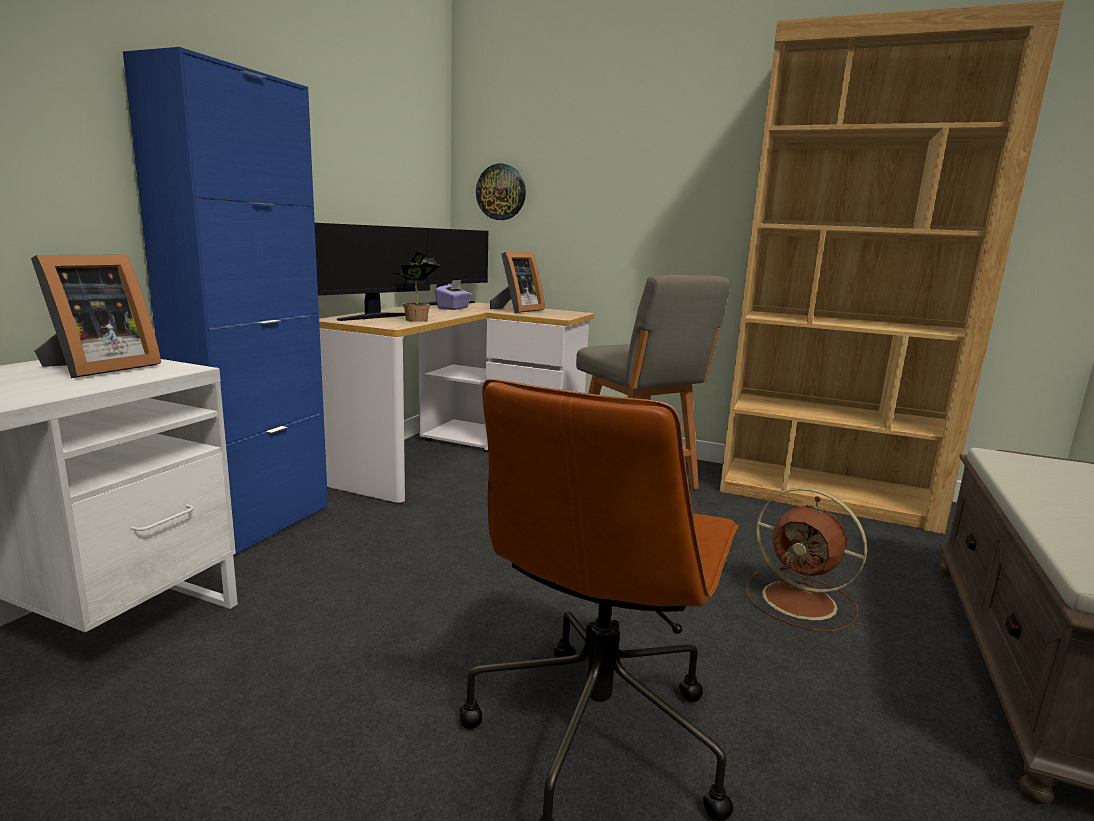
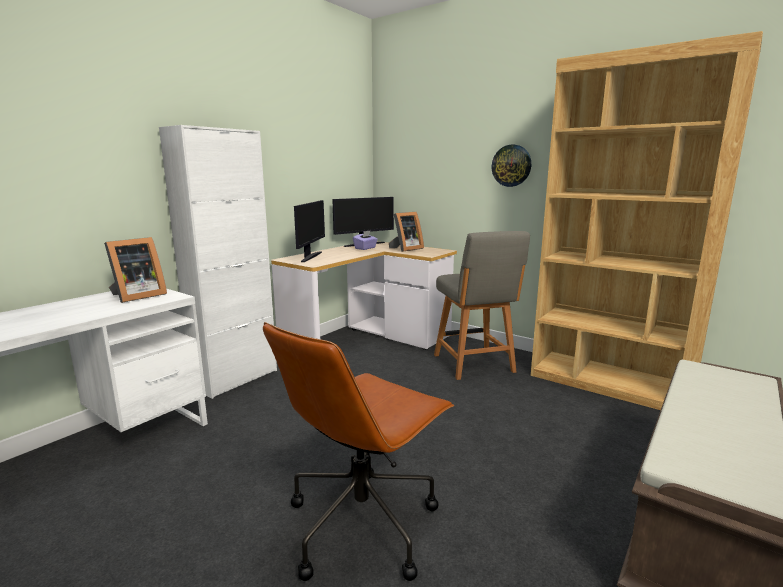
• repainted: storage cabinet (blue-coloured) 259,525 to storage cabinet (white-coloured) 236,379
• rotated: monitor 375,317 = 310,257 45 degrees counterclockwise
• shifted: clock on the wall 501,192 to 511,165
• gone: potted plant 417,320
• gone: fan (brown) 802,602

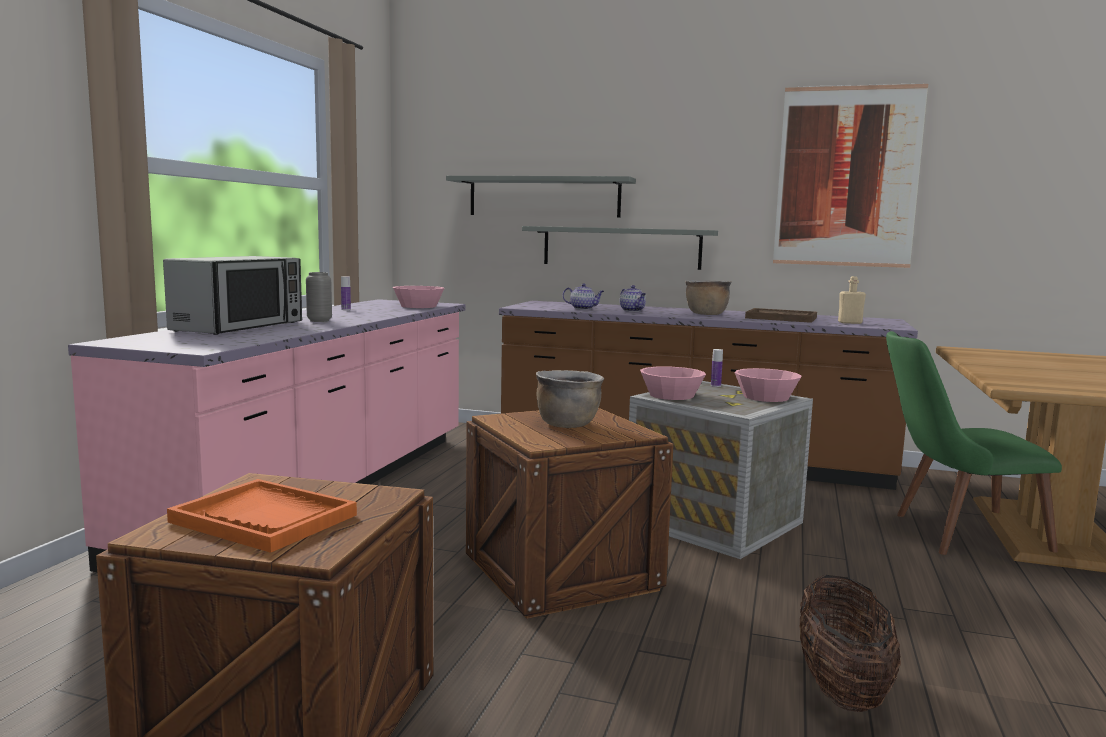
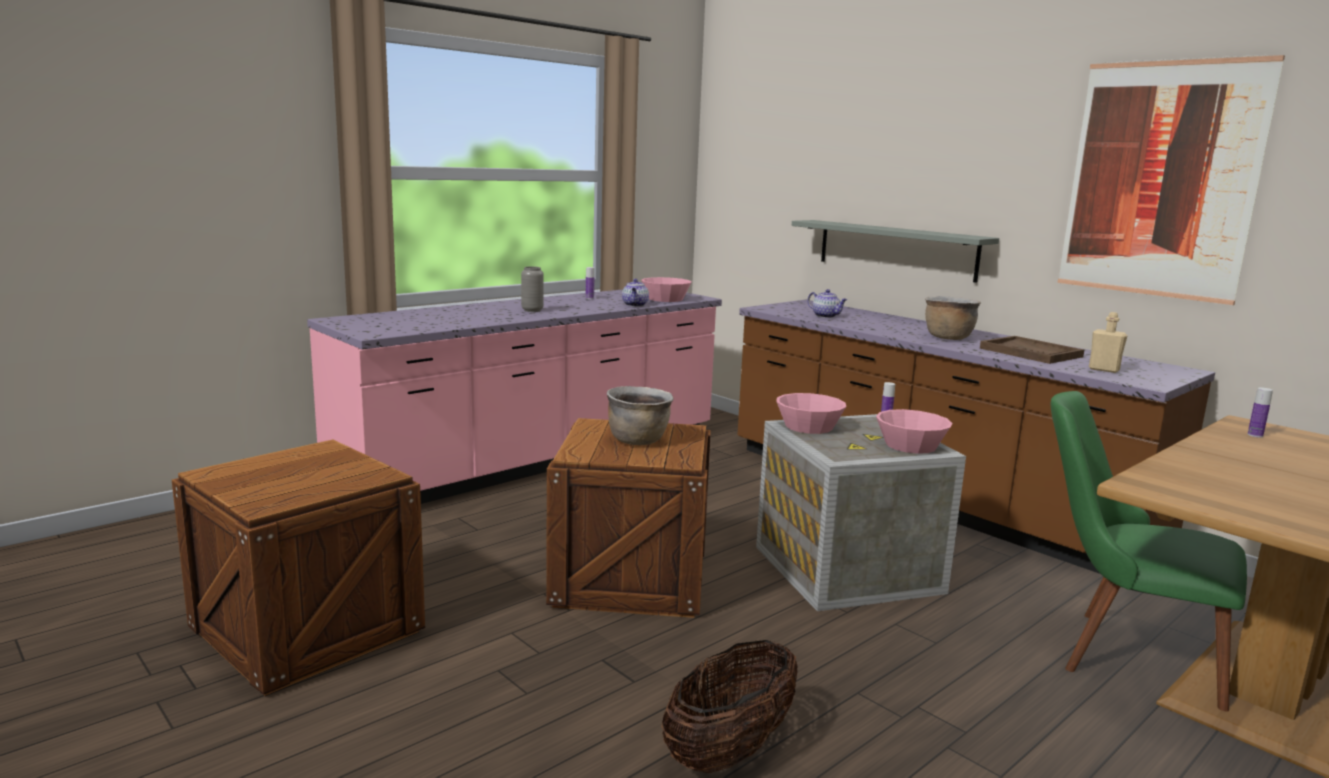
• shifted: teapot 632,310 to 635,305
• new: beverage bottle 1255,435
• gone: microwave 240,326
• gone: serving tray (orange) 264,518
• gone: wall shelf (grey) 544,197

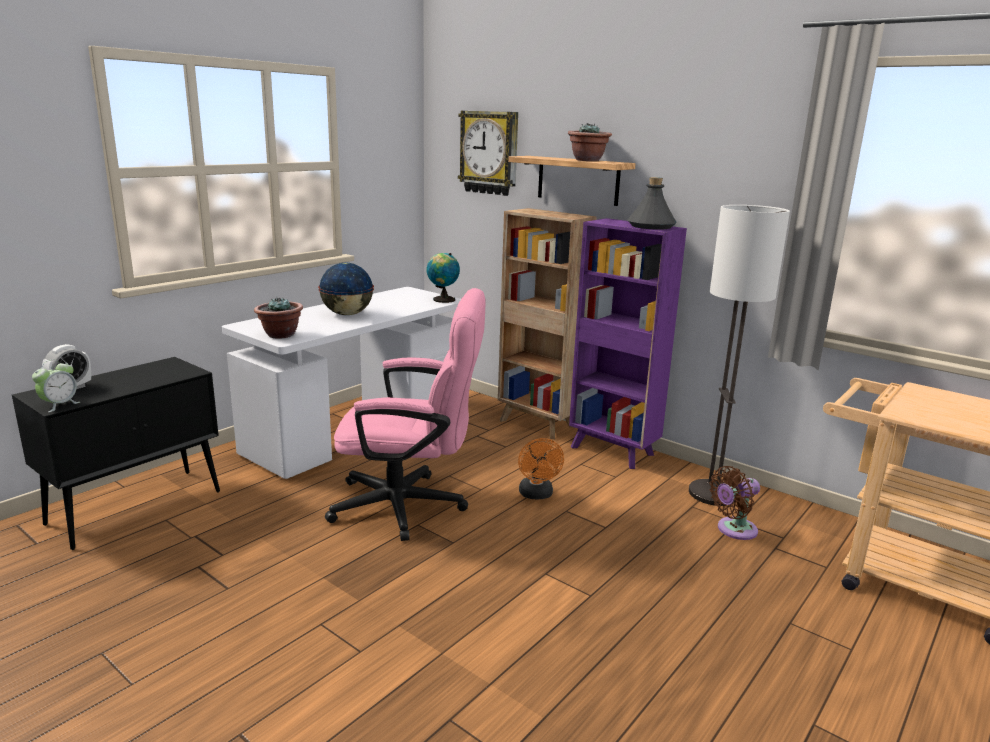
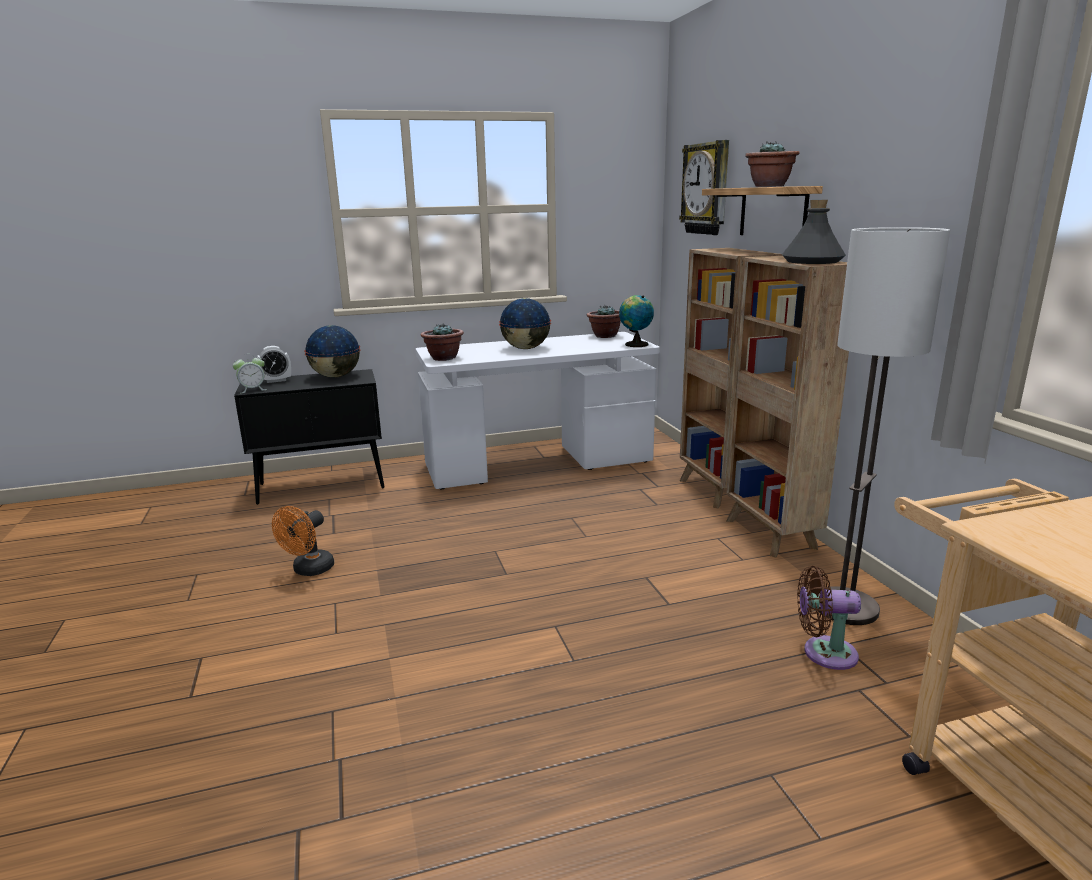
• shifted: fan (orange) 537,495 to 309,570
• new: world globe 336,376
• new: potted plant 605,336
• repainted: bookcase (purple-coloured) 613,451 to bookcase (brown) 771,535
• gone: computer chair (pinkish) 411,506

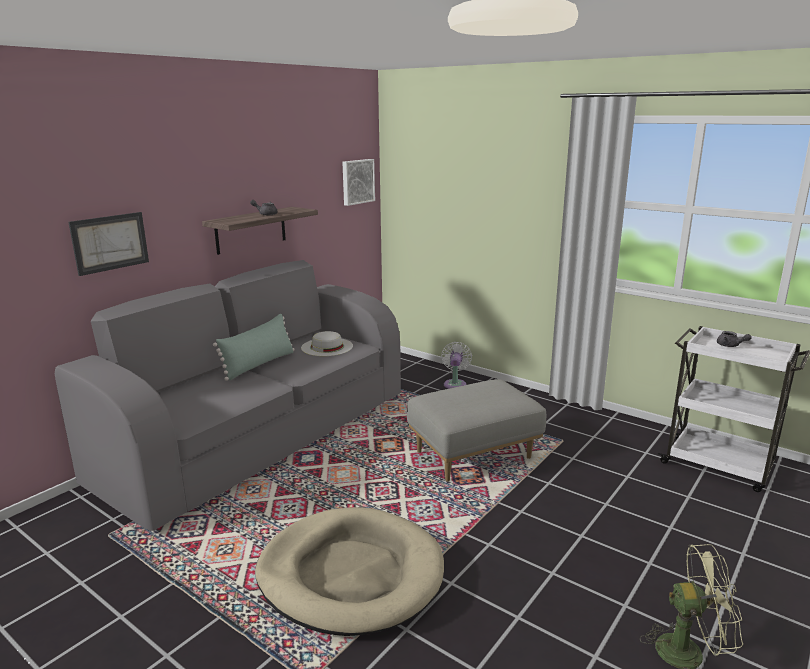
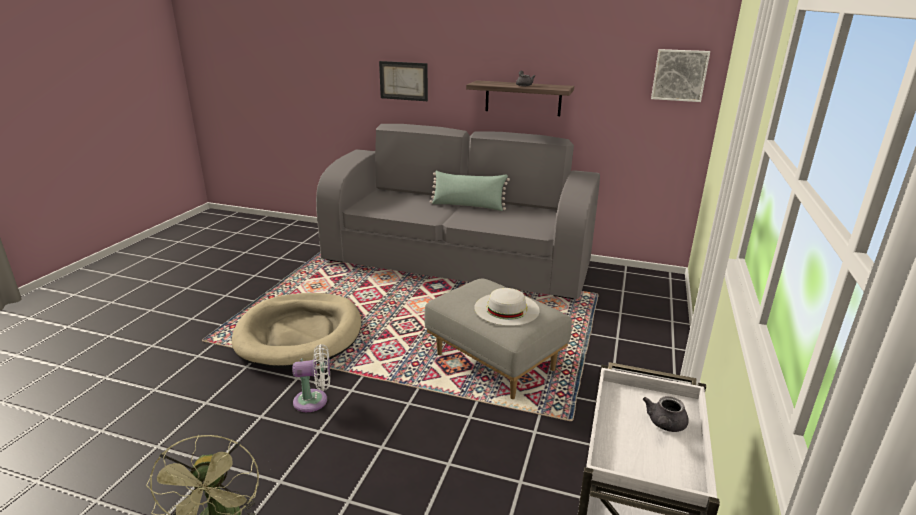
• shifted: fan (white-coloured) 455,384 to 314,400
• shifted: hat (white-coloured) 327,347 to 506,309

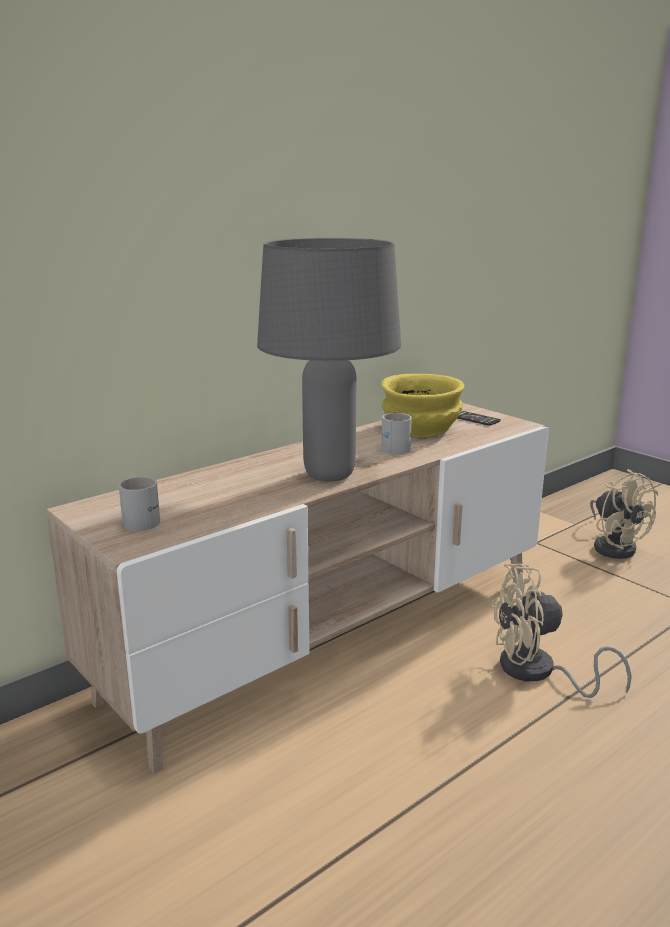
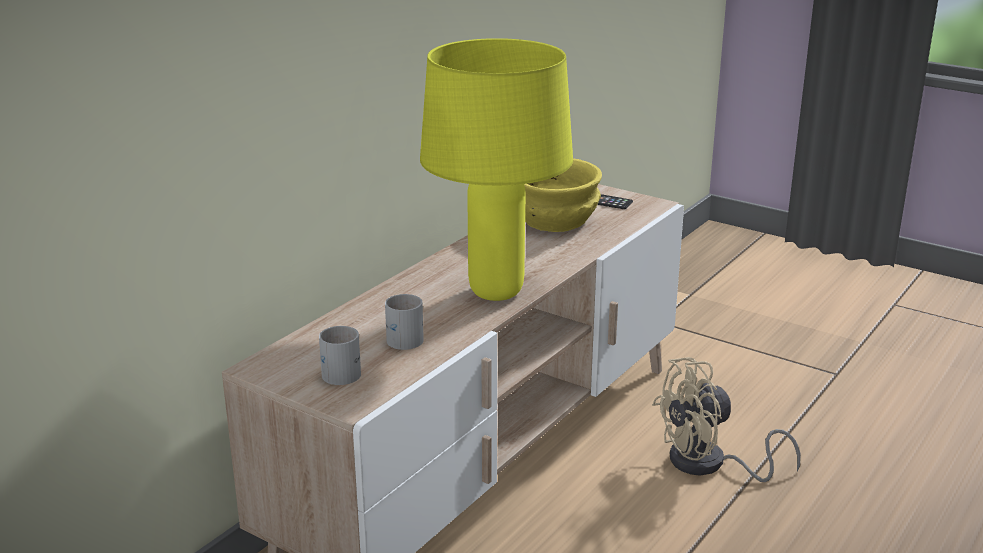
• shifted: mug (white-coloured) 395,447 to 403,337
• repainted: tabletop lamp (grey) 328,475 to tabletop lamp (yellowish) 495,292
• gone: fan (sand-coloured) 614,546

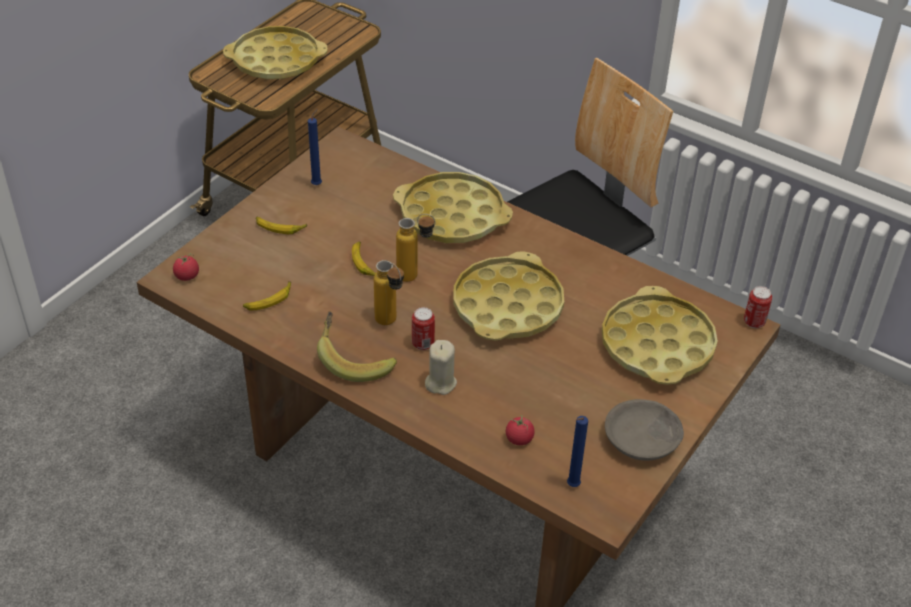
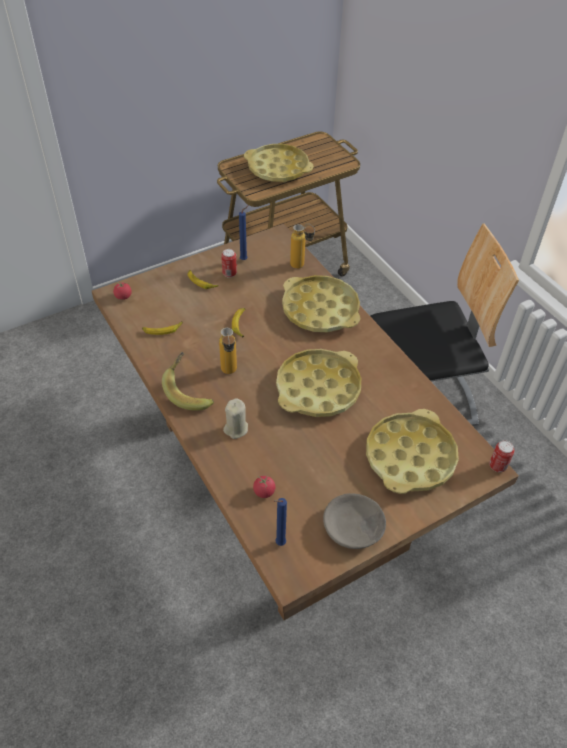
• shifted: can 423,344 to 229,274
• shifted: beverage bottle 415,277 to 301,267

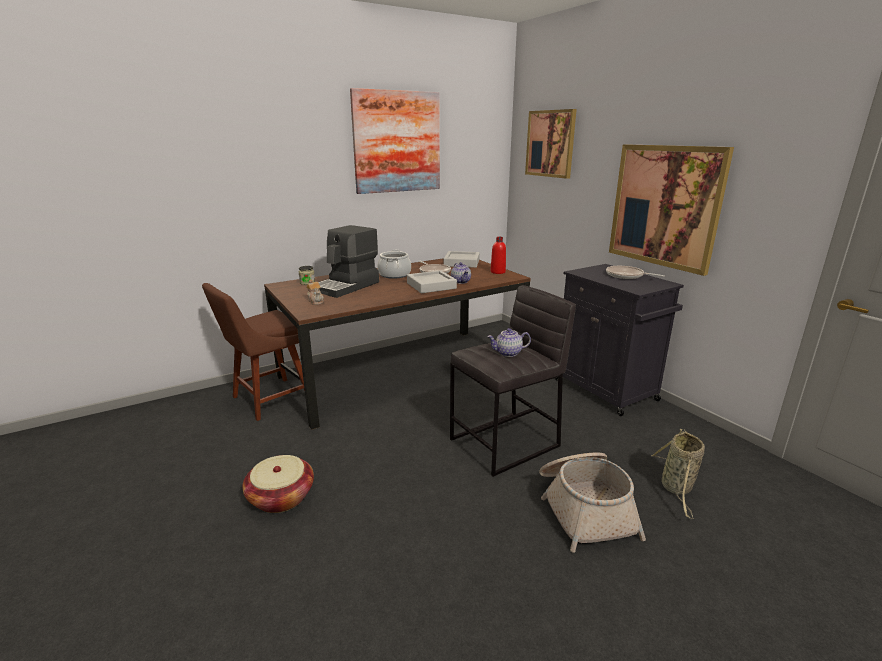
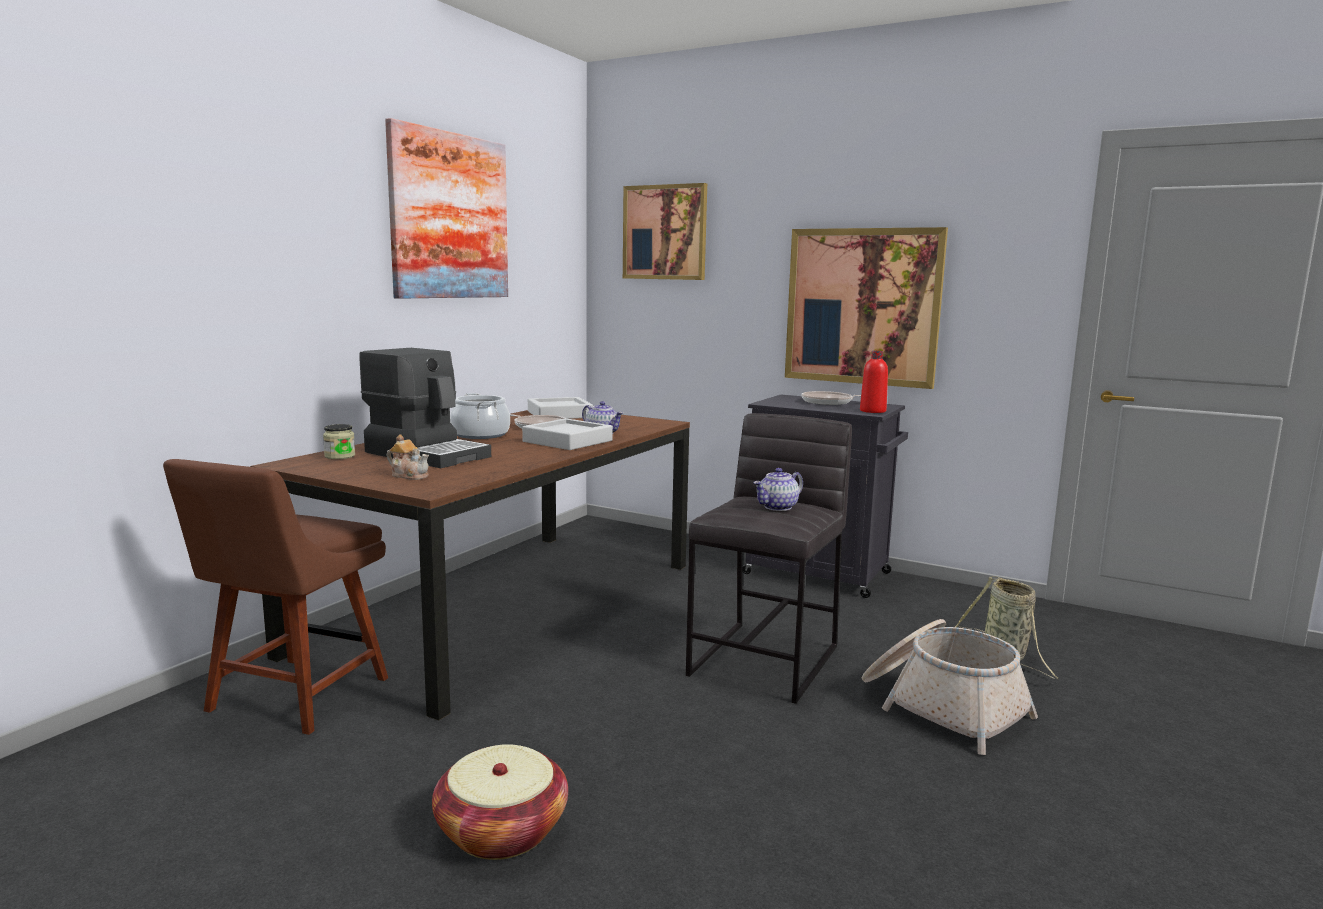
• rotated: coffee machine 347,286 = 427,454 60 degrees counterclockwise
• shifted: beverage bottle (red) 498,272 to 872,411

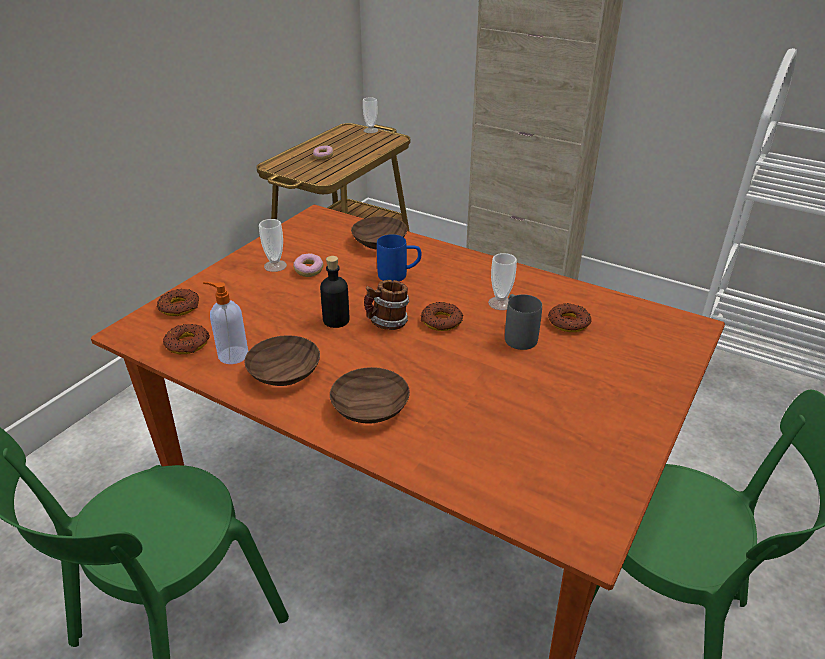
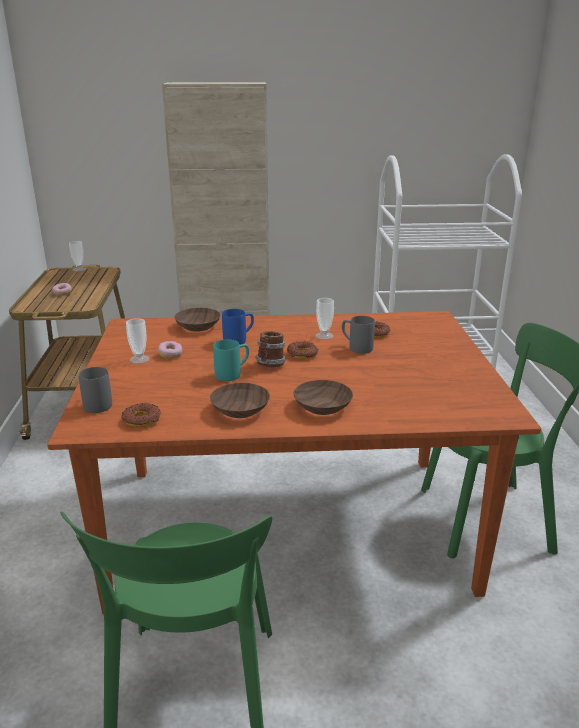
• swapped: doughnut 179,307 to mug (grey) 99,403
• swapped: beverage bottle (black) 336,320 to mug (turquoise) 233,374
• gone: soap dispenser 232,355

